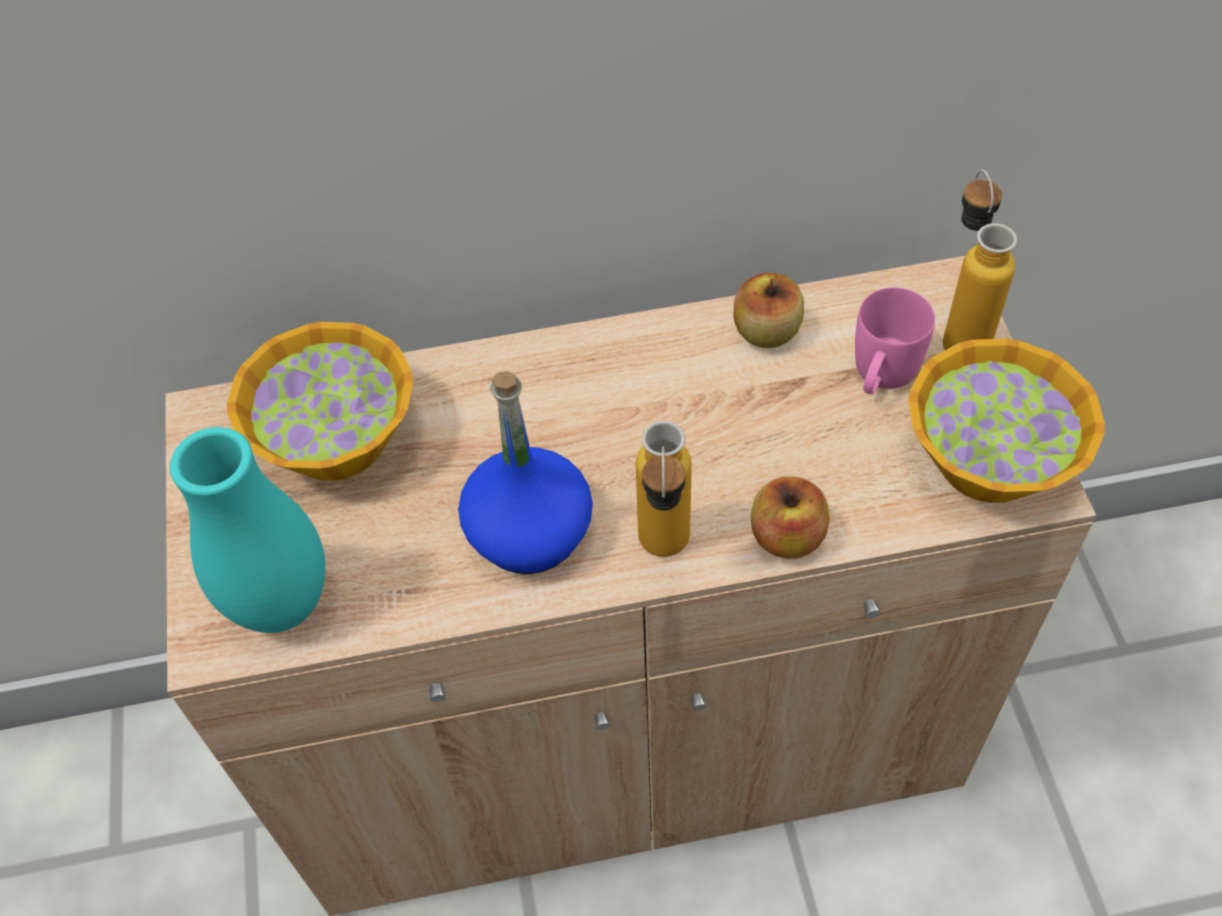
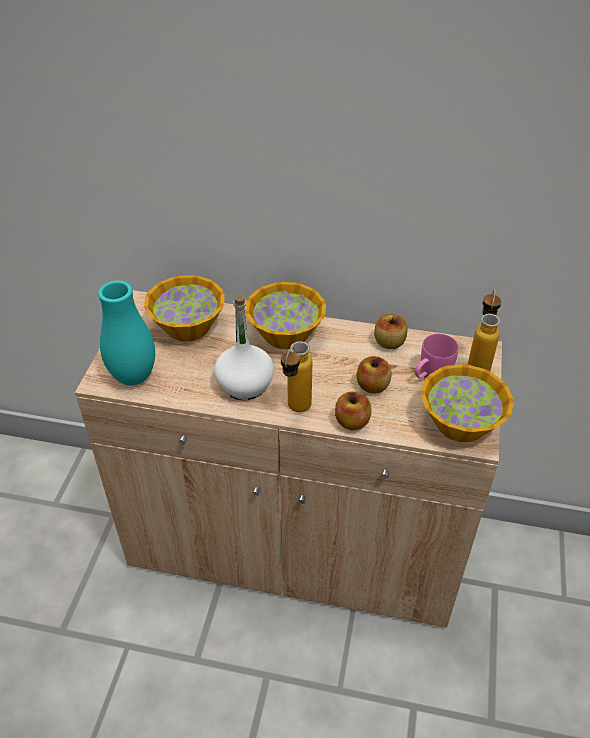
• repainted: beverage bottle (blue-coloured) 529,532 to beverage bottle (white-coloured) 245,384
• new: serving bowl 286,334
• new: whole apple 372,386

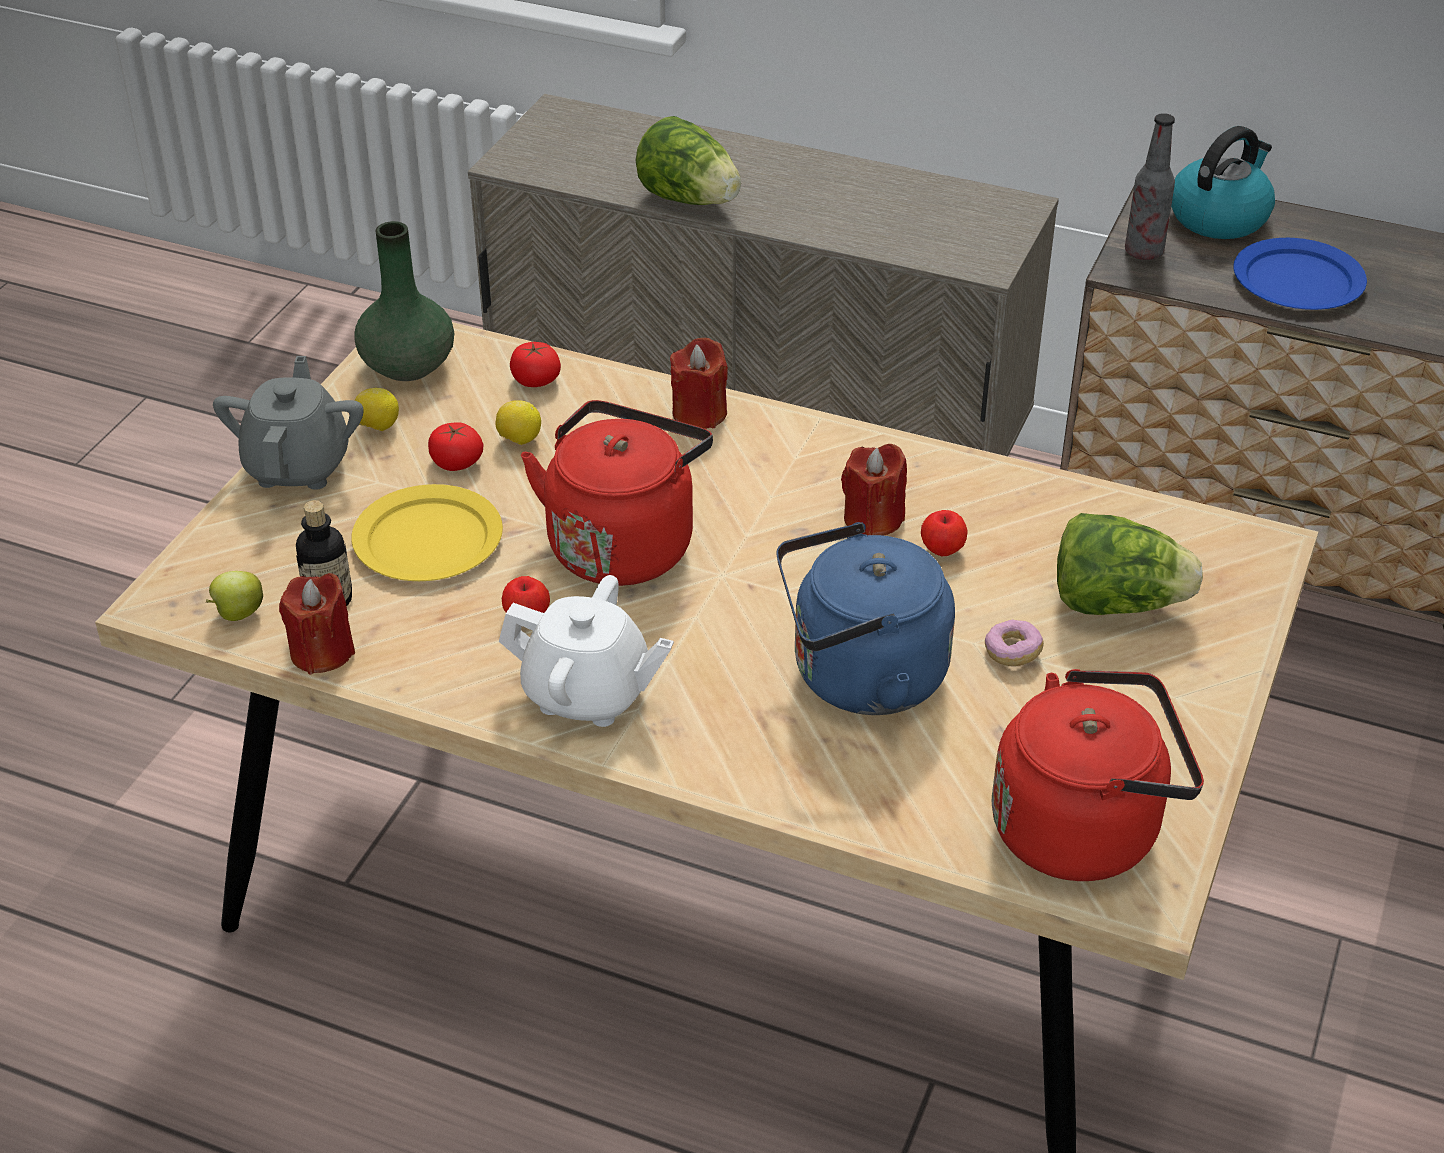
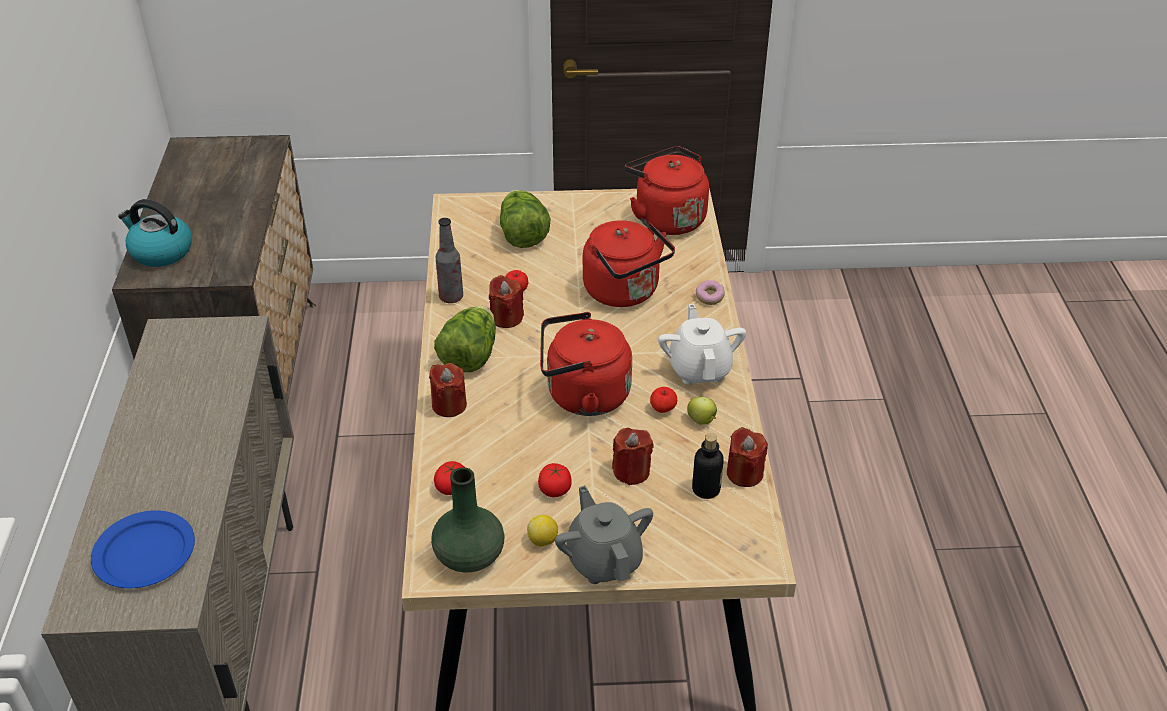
• shifted: flat dish (blue-coloured) 1297,281 to 145,553
• shifted: lettuce 689,199 to 470,356
• shifted: beverage bottle 1143,252 to 451,297
• rotated: teapot (grey) 298,466 = 604,560 90 degrees clockwise
• repainted: water kettle (blue-coloured) 859,678 to water kettle (red) 625,292
• swapped: flat dish (yellowish) 427,540 to wax light (red) 631,471
• shifted: whole apple 238,614 to 702,420
• shifted: doughnut 1012,652 to 709,297
• gone: citrus fruit 519,440

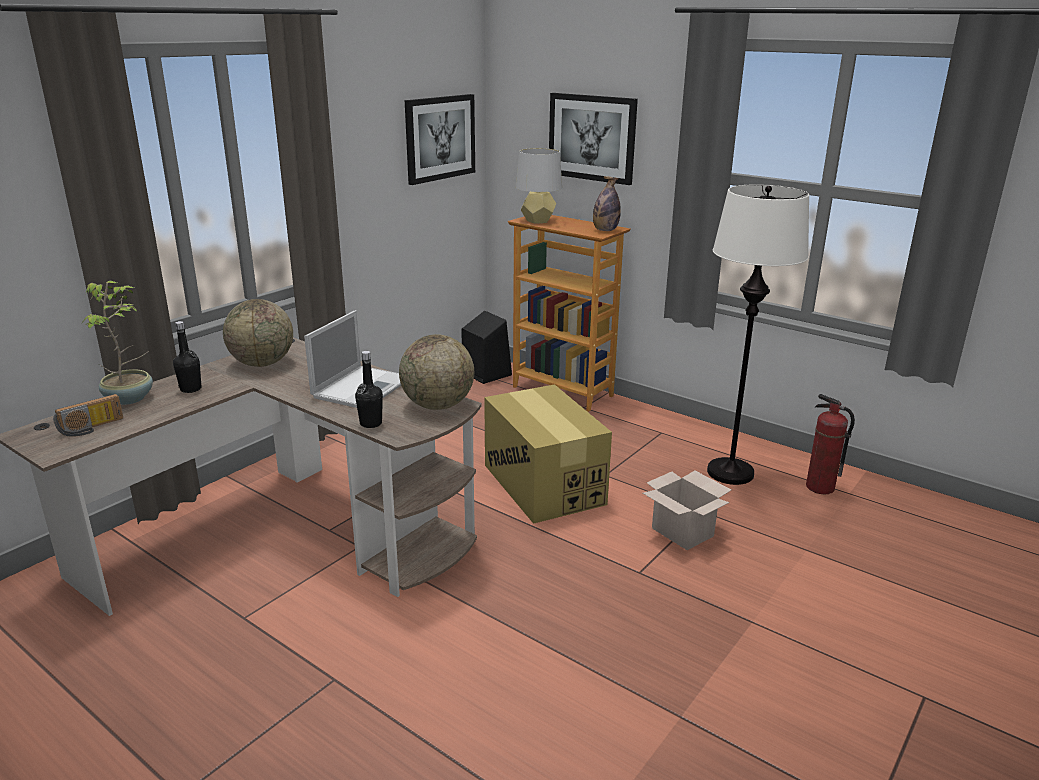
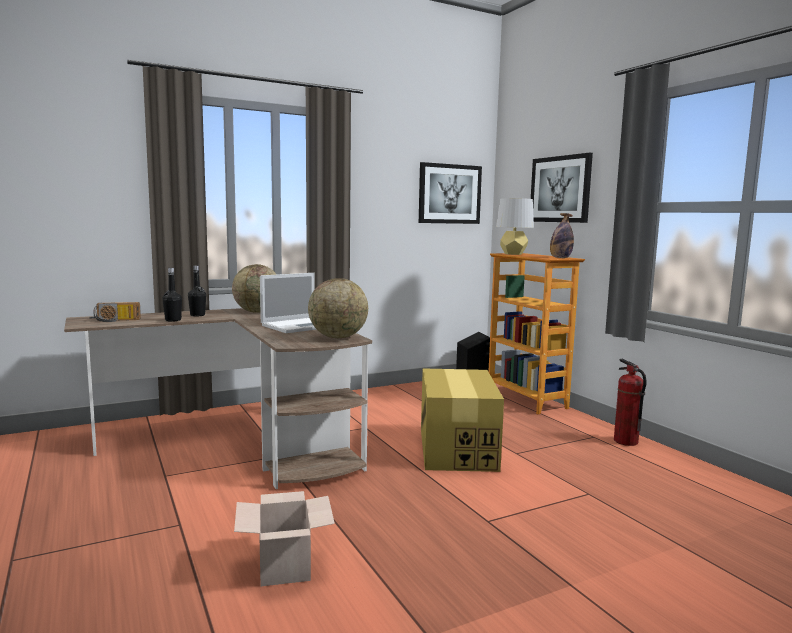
• shifted: beverage bottle (black) 371,423 to 173,320
• shifted: cardboard box 684,532 to 286,567
• shifted: extinguisher 819,487 to 625,441
• gone: potted plant 130,398
• gone: standard lamp (white-coloured) 730,473

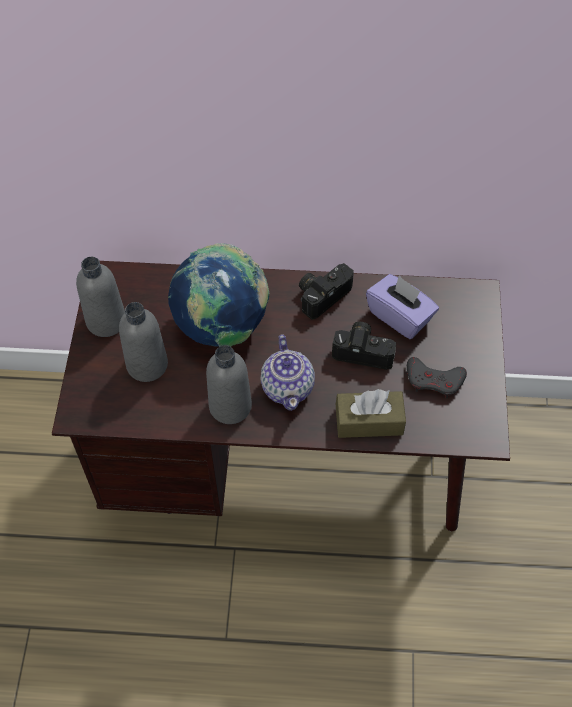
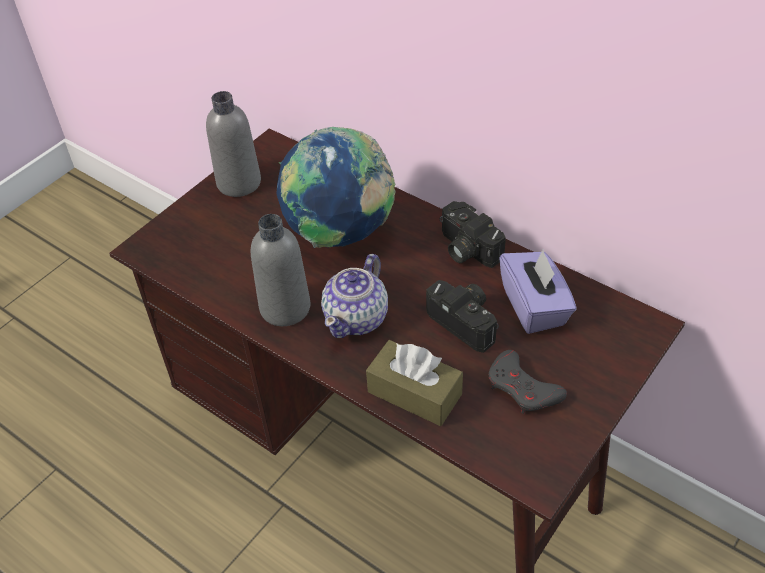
• rotated: photo camera 322,294 = 465,249 120 degrees counterclockwise
• gone: beverage bottle (grey) 147,365

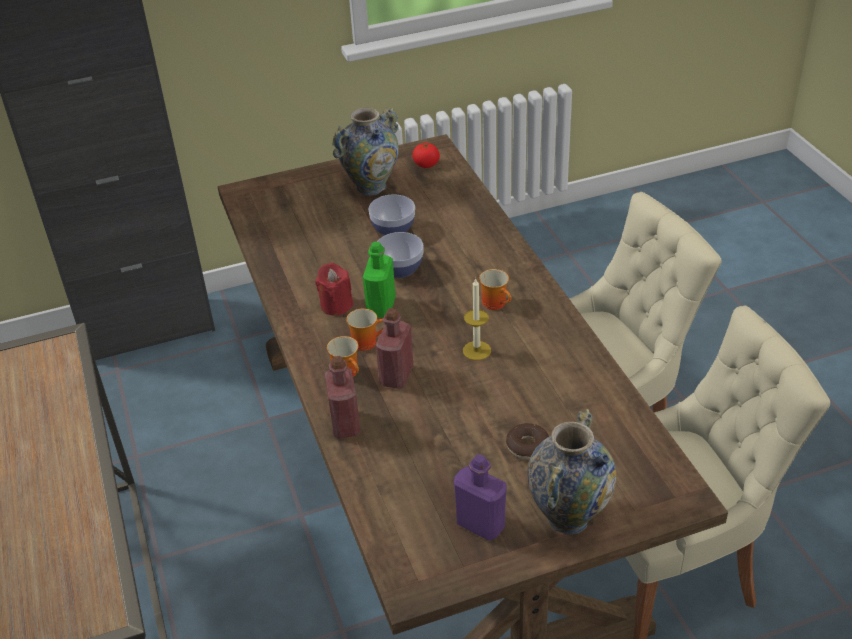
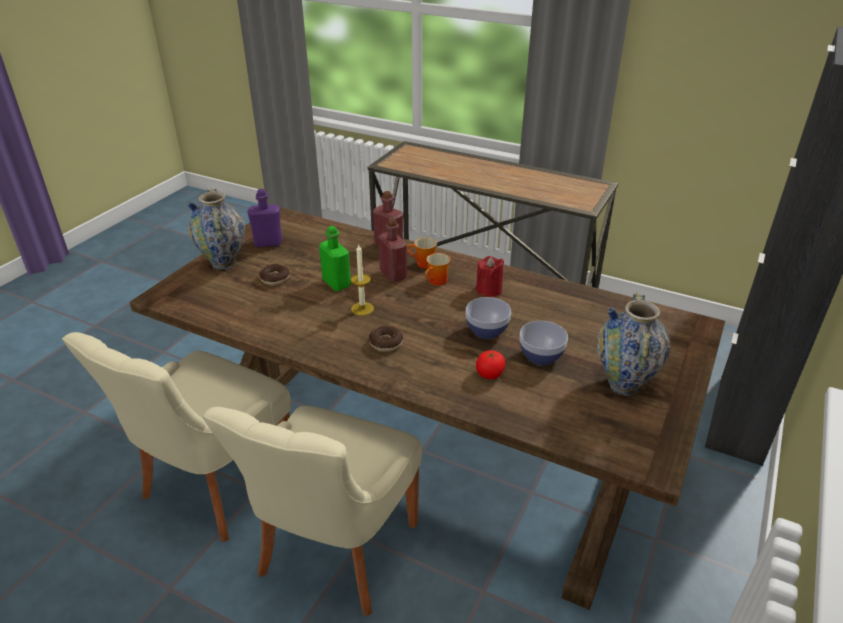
• shifted: beverage bottle (green-coloured) 381,307 to 336,283
• swapped: mug 497,303 to doughnut 386,343
• shifted: whole tomato 426,164 to 489,374

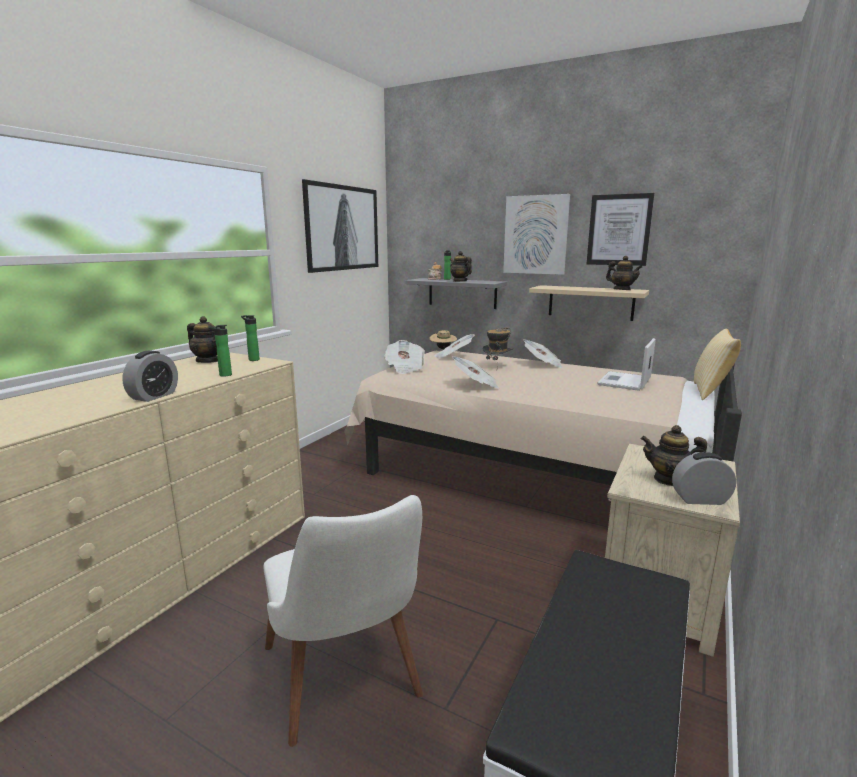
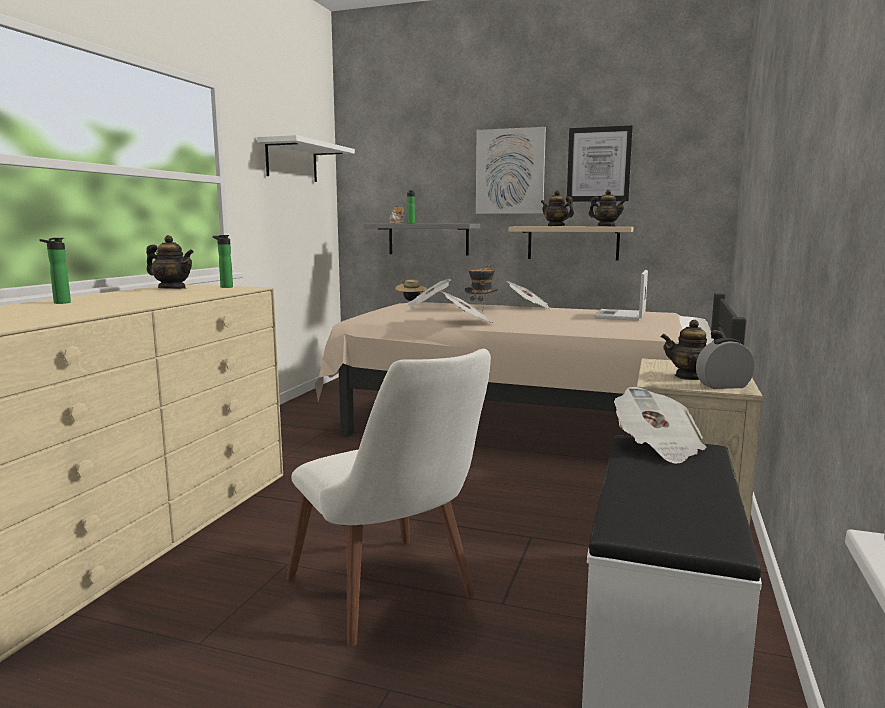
• shifted: beverage bottle 223,375 to 59,303
• swapped: picture 342,228 to wall shelf (white-coloured) 292,161
• shifted: teapot 460,281 to 556,226
• shifted: daily paper 405,368 to 657,447
• gone: alarm clock 154,396
• gone: pillow 711,392

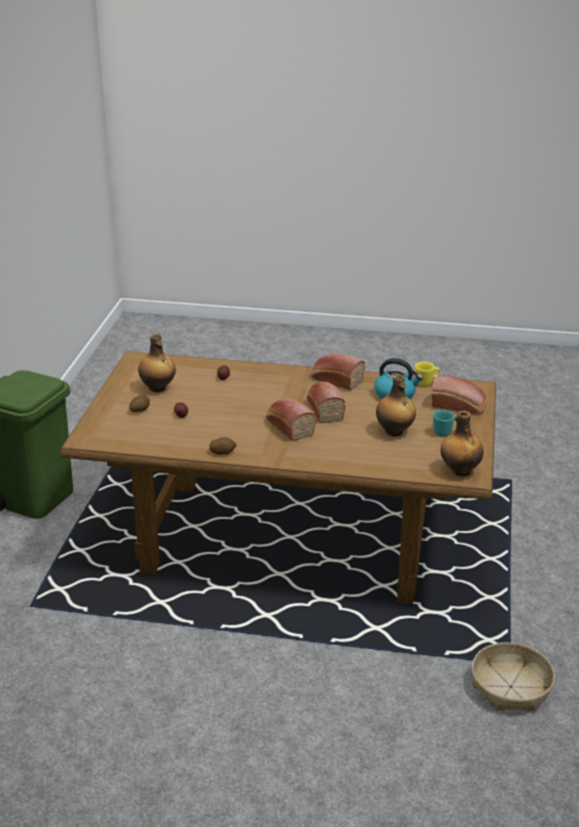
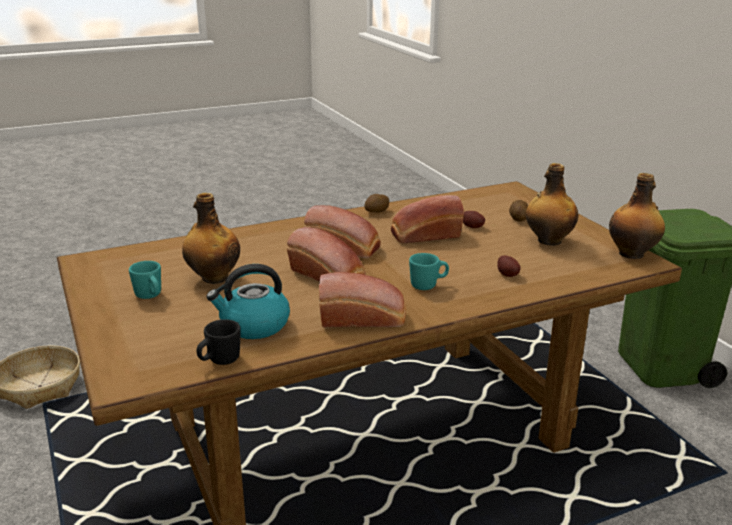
• repainted: mug (yellowish) 426,383 to mug (black) 219,361
• shifted: bread 460,406 to 424,235
• new: mug (turquoise) 428,285
• shifted: beverage bottle 460,470 to 632,254

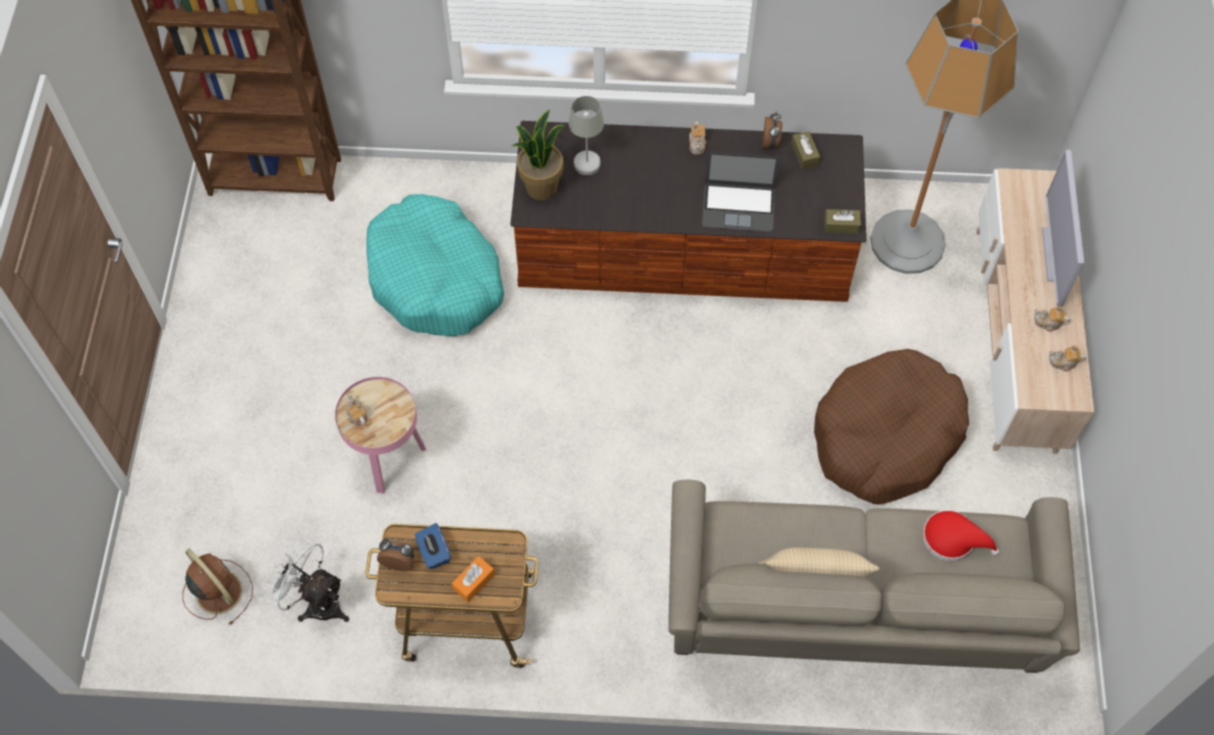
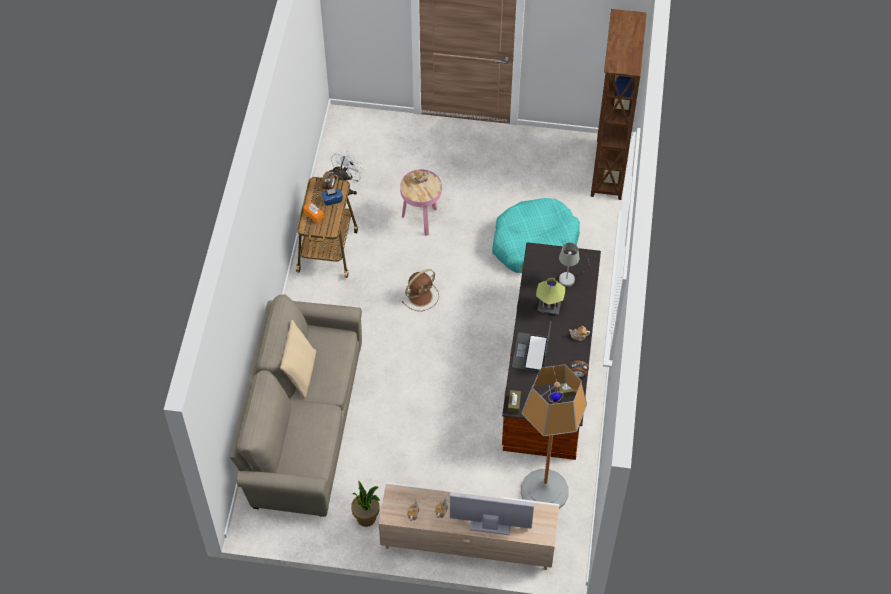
• shifted: potted plant 541,186 to 366,517
• shifted: fan (brown) 218,591 to 421,296
• new: tabletop lamp 549,306
• gone: dog cushion (brown) 886,436
• gone: hat (red) 953,539

